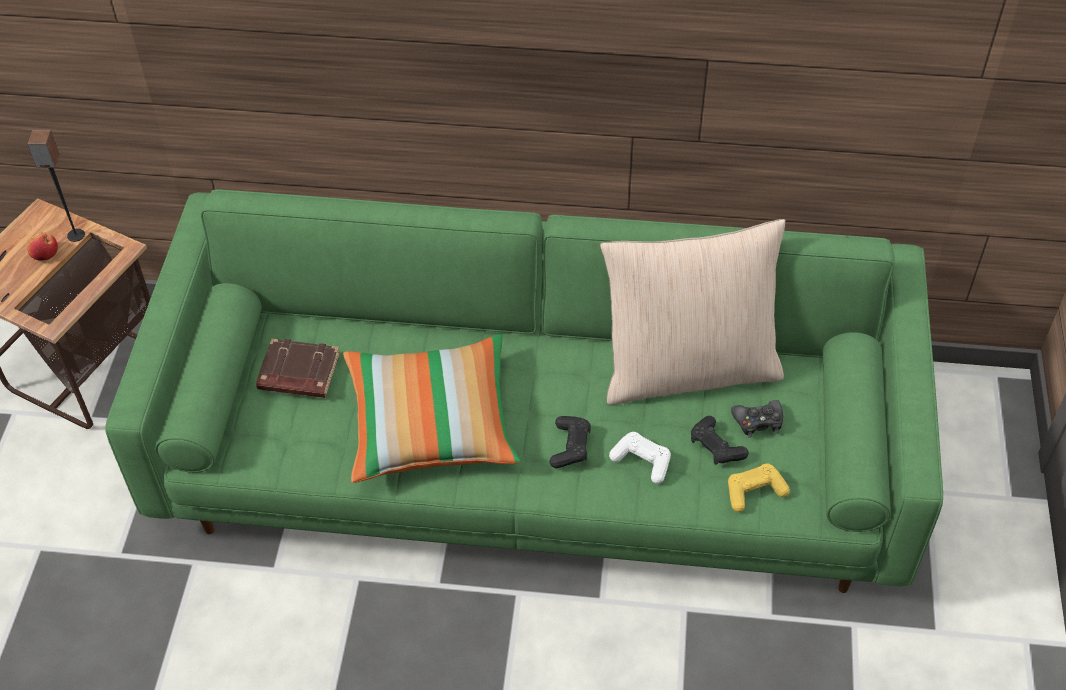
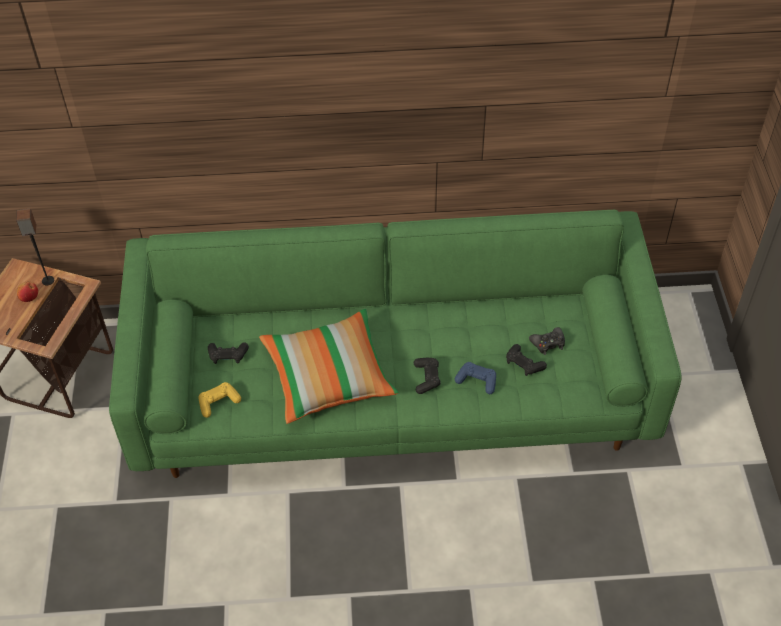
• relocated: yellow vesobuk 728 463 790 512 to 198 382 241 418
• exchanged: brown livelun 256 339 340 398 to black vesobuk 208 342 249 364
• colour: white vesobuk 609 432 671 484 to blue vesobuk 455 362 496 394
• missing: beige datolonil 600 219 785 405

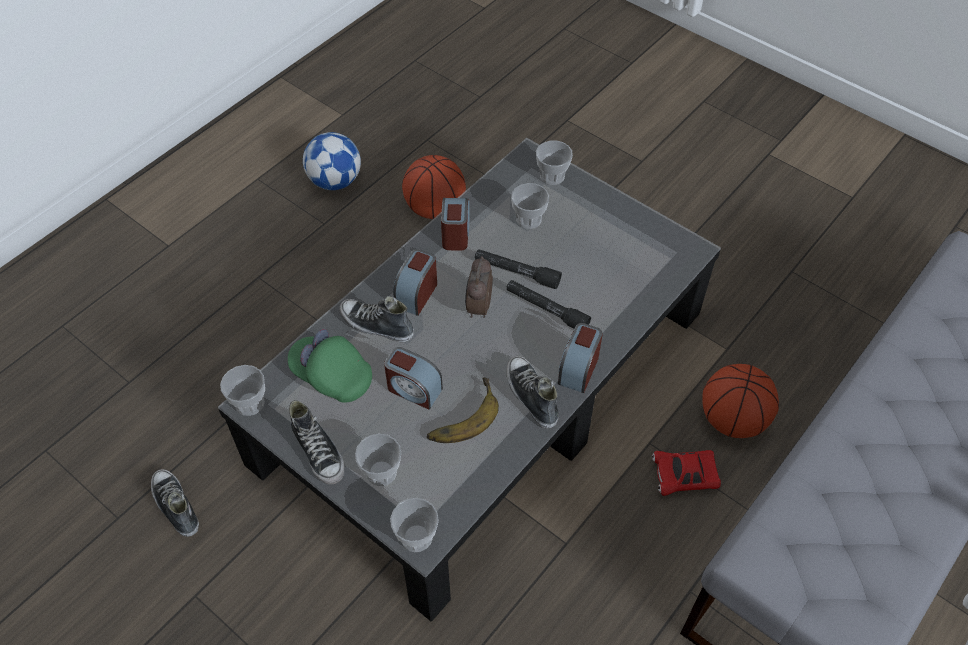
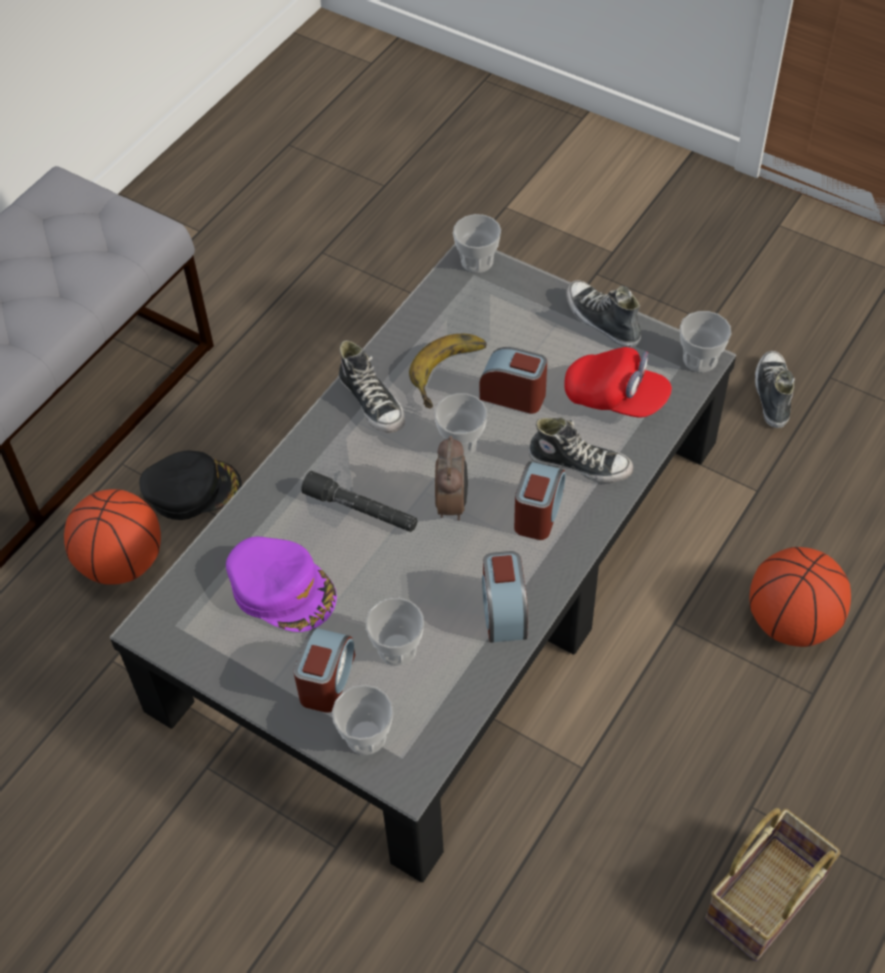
• exchanged: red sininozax 652 450 721 496 to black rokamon 139 451 242 520
• appeared: purple rokamon 226 536 337 632
• relocated: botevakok 558 323 603 393 to 294 628 355 713
• relocated: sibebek 355 434 401 486 to 434 393 487 456
• colour: green rokamon 288 329 372 403 to red rokamon 564 347 672 417
• exchanged: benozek 303 132 361 190 to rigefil 705 808 841 961
• relocated: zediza 402 155 466 219 to 749 547 851 647
• spun: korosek 151 469 199 537 = 755 351 795 428 135 degrees counterclockwise
• missing: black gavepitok 475 249 562 289

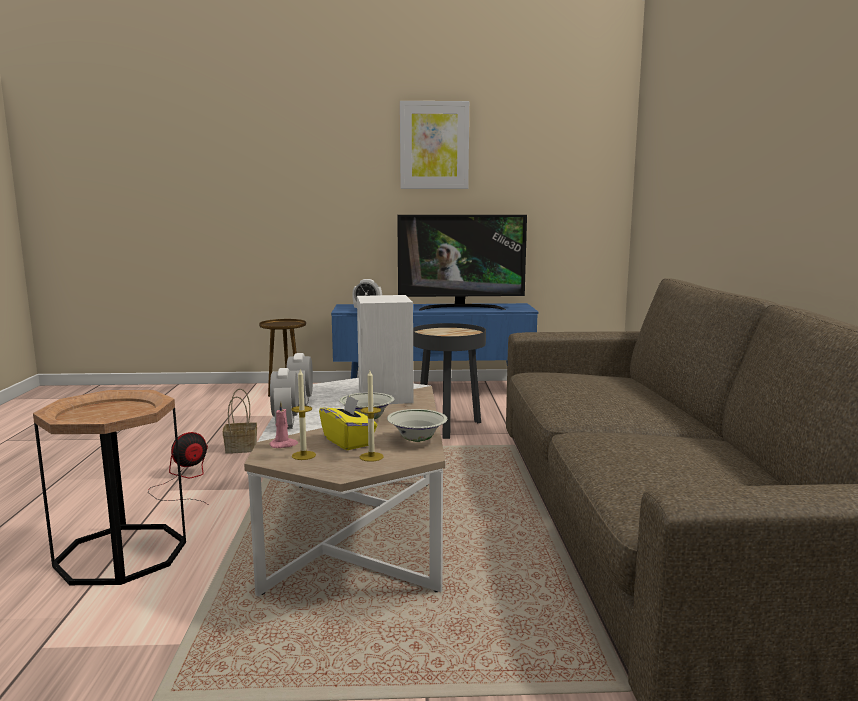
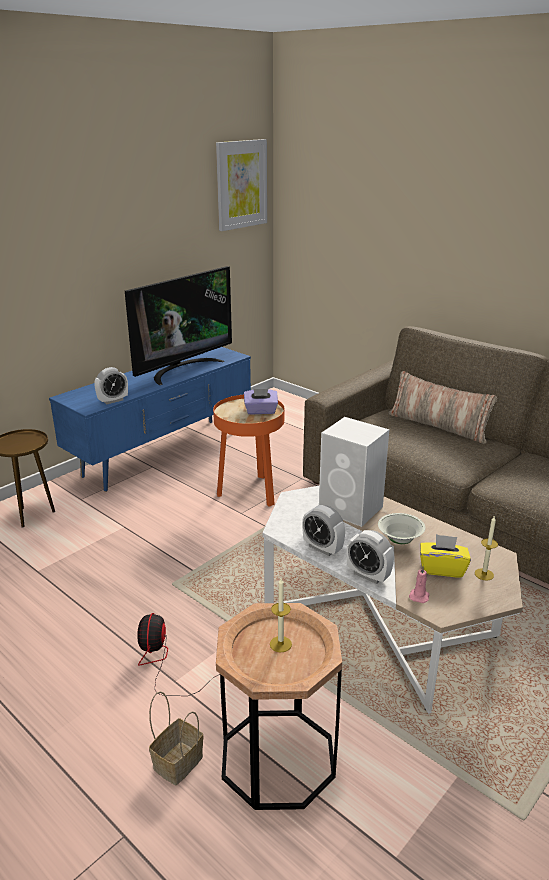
• relocated: rigefil 223 389 257 454 to 149 691 203 785
• colour: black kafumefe 413 323 486 439 to orange kafumefe 213 395 284 507
• relocated: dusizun 400 101 469 189 to 216 139 267 231
• appeared: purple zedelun 244 389 278 414
• relocated: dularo 291 369 316 460 to 270 578 292 652
• appeared: datolonil 389 371 497 444
• missing: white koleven 387 409 447 442

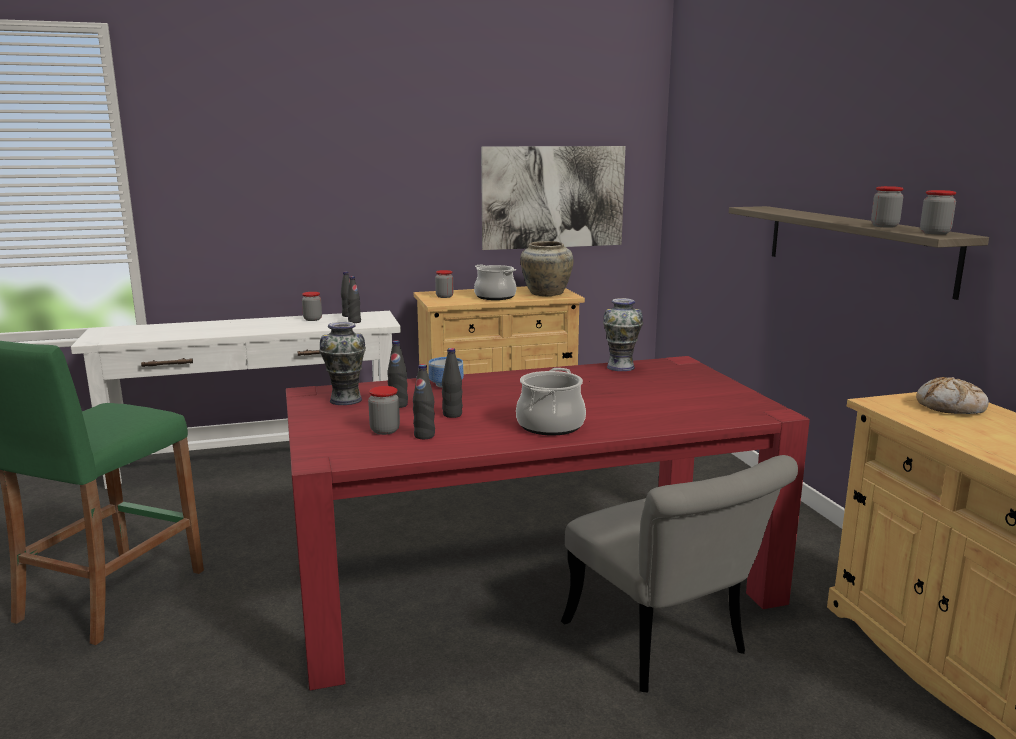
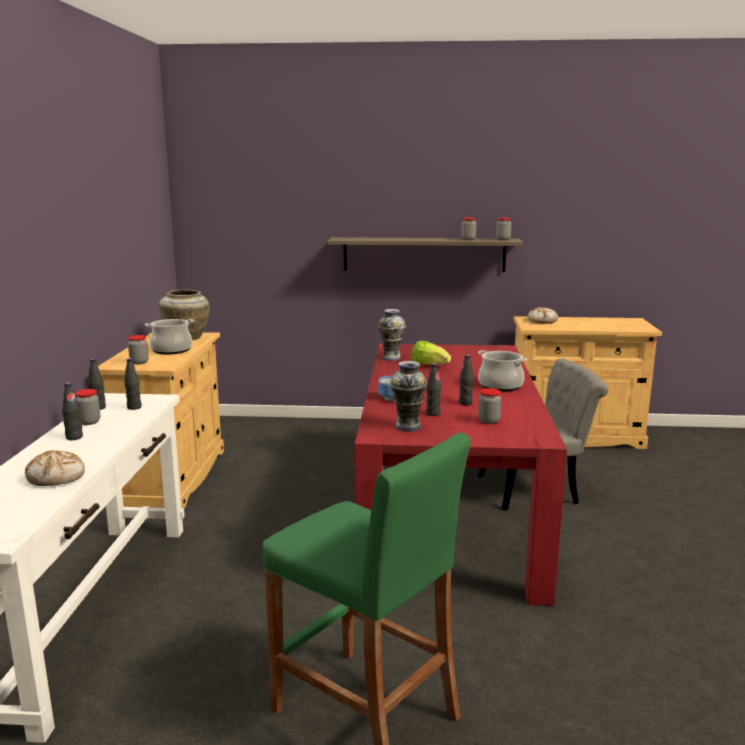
• appeared: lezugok 25 450 85 486
• relocated: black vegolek 413 364 435 439 to 62 382 83 440
• appeared: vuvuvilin 411 341 451 365
• missing: dusizun 481 146 626 250

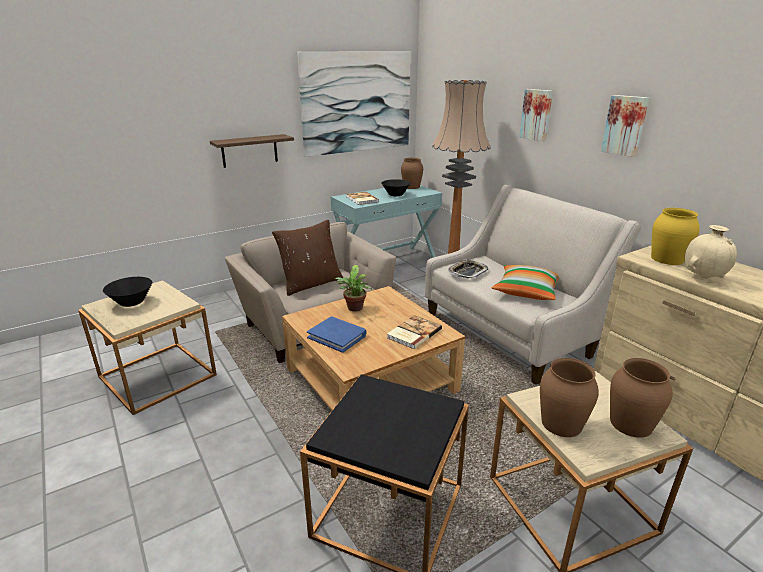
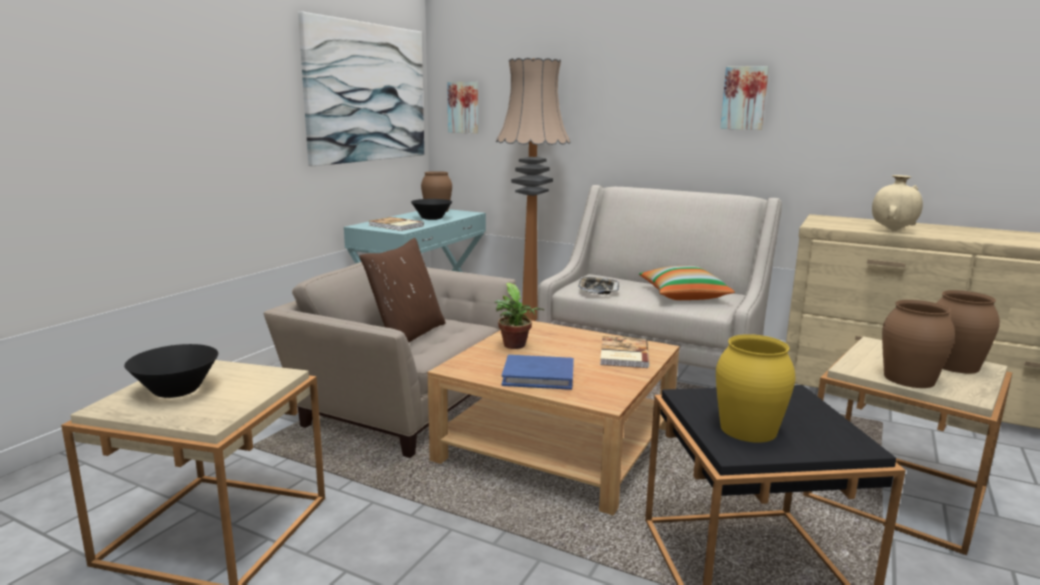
• relocated: dusizun 519 89 553 142 to 447 82 478 134
• relocated: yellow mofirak 651 208 700 265 to 716 334 795 443
• missing: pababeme 210 134 294 168

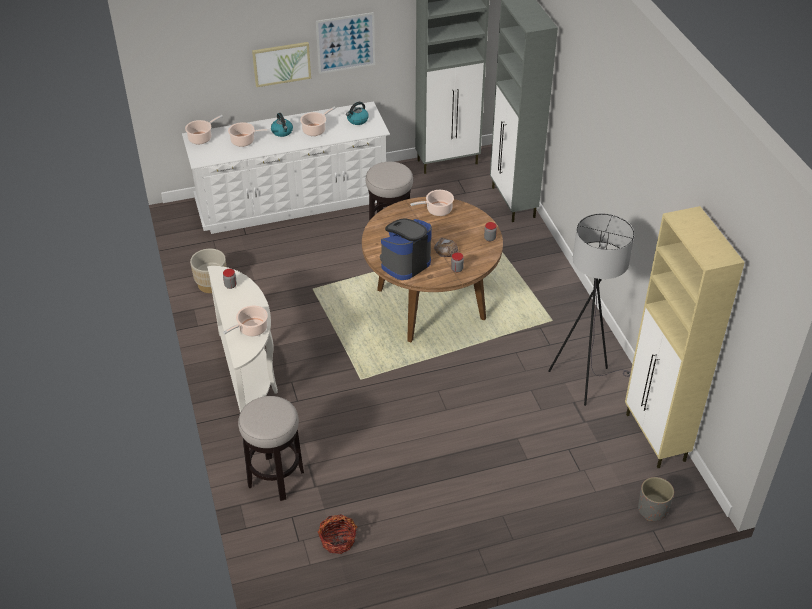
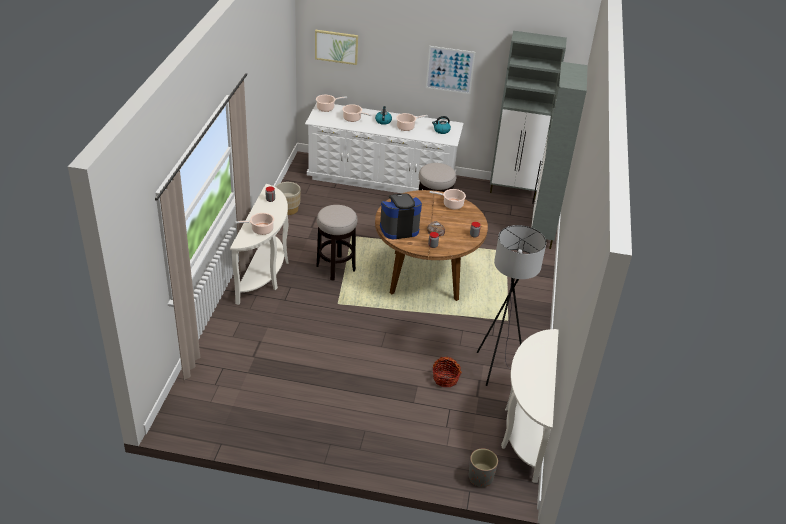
• relocated: dusizun 252 42 311 87 to 315 30 358 65
• relocated: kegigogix 238 396 304 501 to 316 205 358 281
• relocated: rigefil 318 514 357 554 to 433 357 462 387
• exchanged: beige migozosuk 625 206 745 468 to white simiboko 501 329 559 483

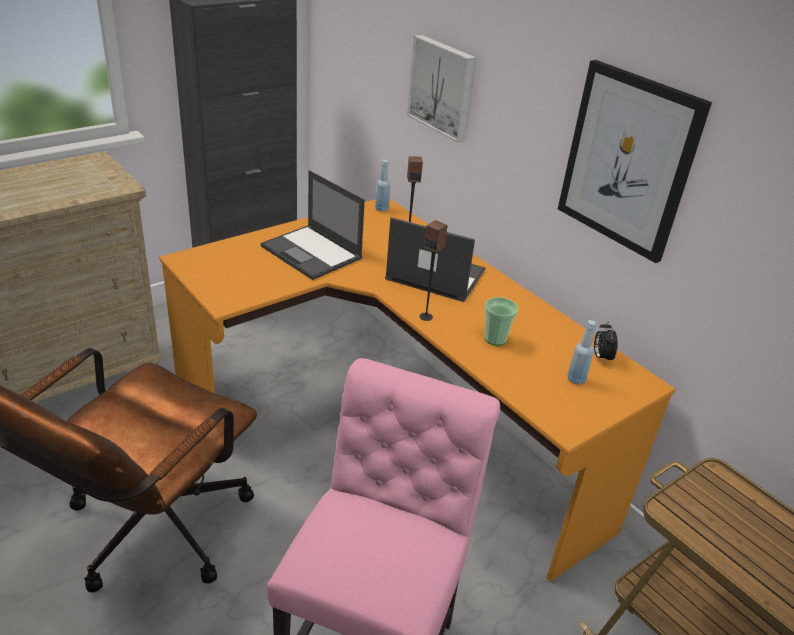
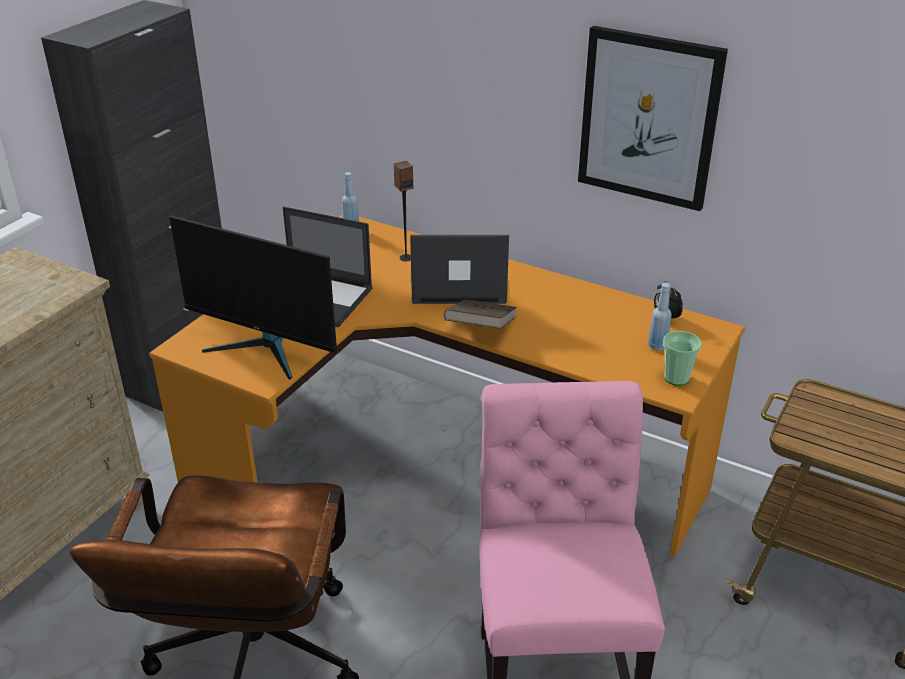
• appeared: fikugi 169 216 337 380
• exchanged: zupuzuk 419 220 448 321 to brown livelun 444 299 517 329
• relocated: sibebek 484 297 518 346 to 663 331 701 386
• missing: dusizun 407 35 476 143

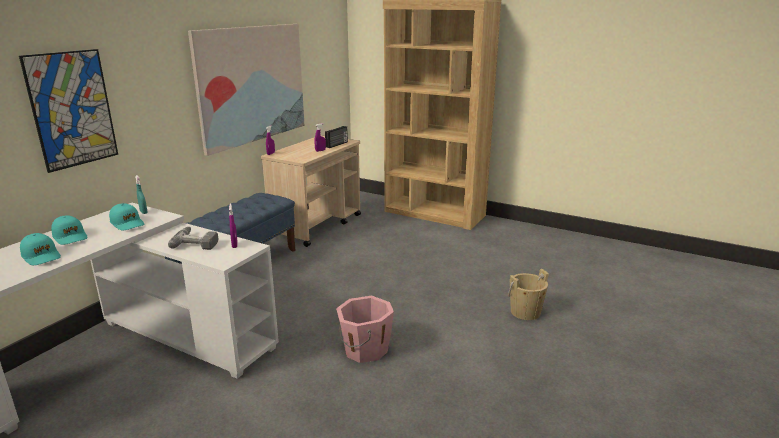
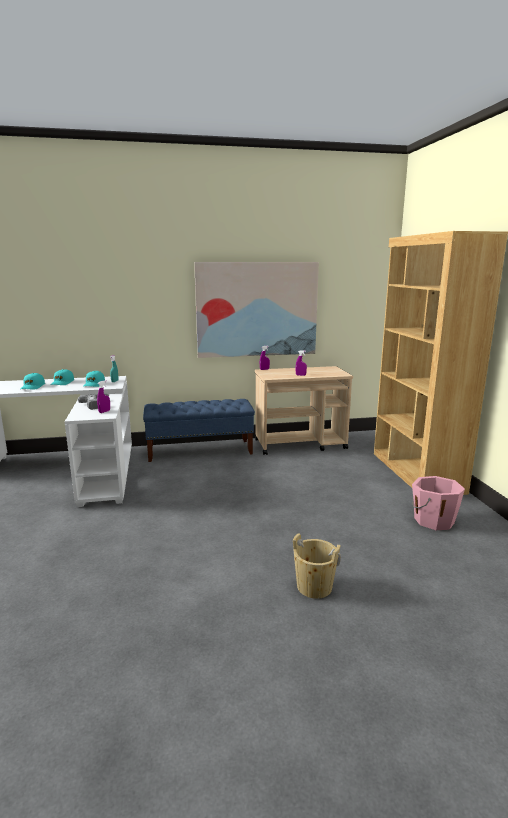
• relocated: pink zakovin 336 296 394 363 to 412 476 465 530
• missing: dusizun 19 49 118 173
• missing: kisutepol 325 126 348 148

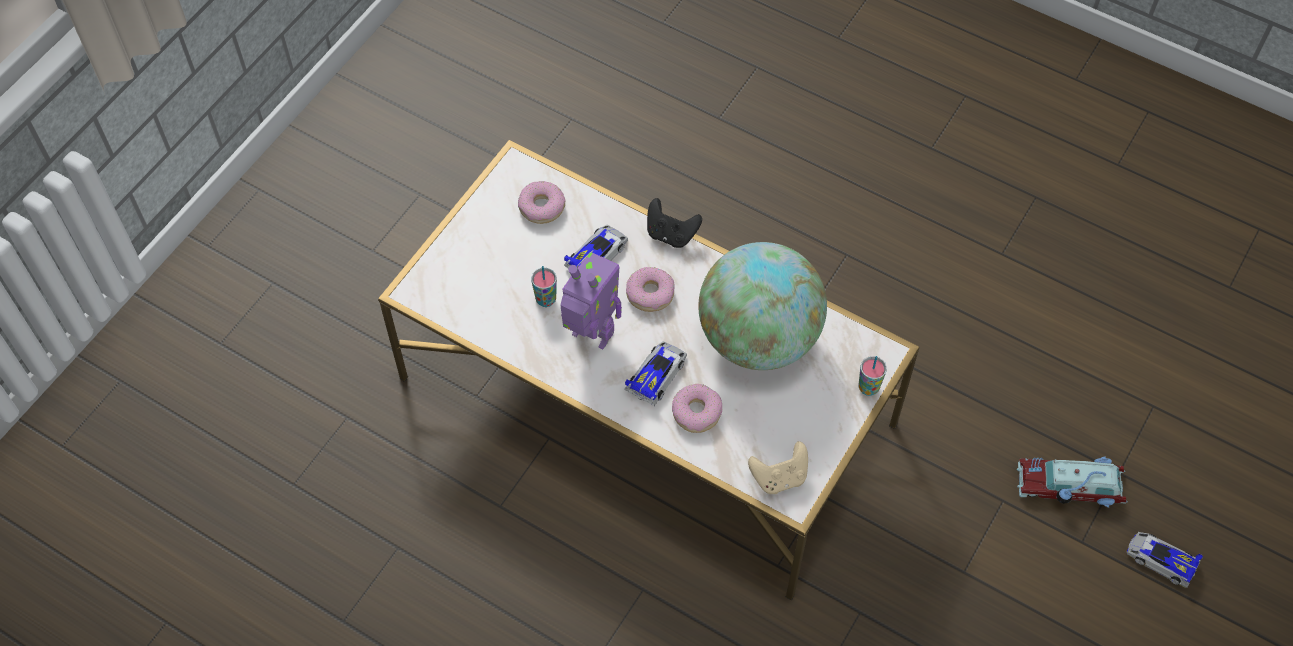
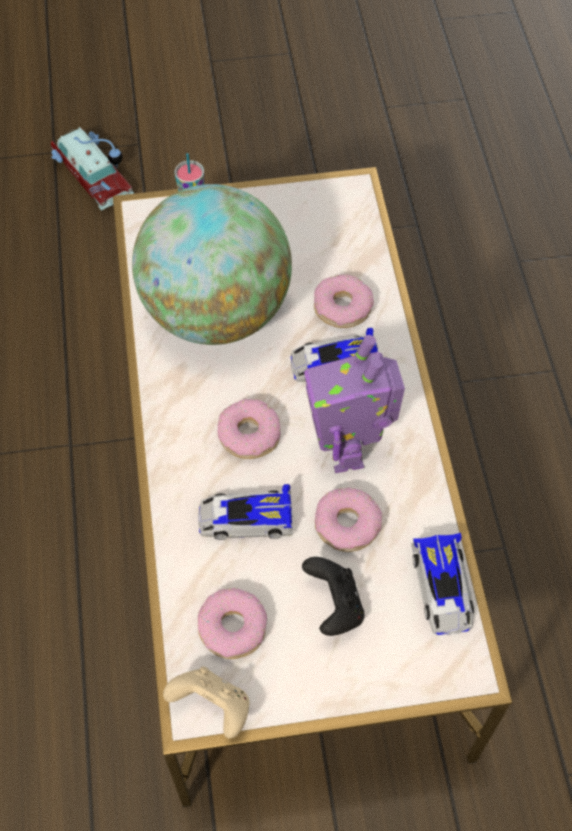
• relocated: beige vesobuk 748 441 808 494 to 163 666 250 738
• relocated: black vesobuk 647 198 702 248 to 302 557 364 636
• exchanged: sibebek 531 266 557 307 to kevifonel 315 488 382 552
• relocated: sininozax 1127 532 1203 588 to 411 533 474 635

